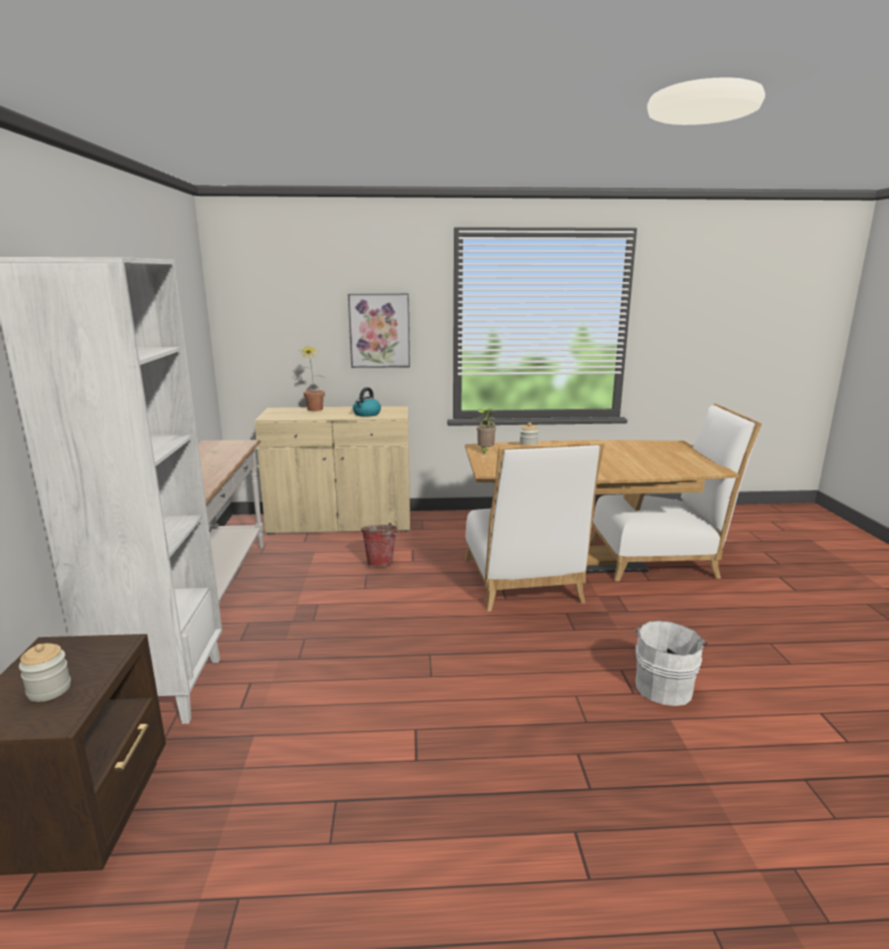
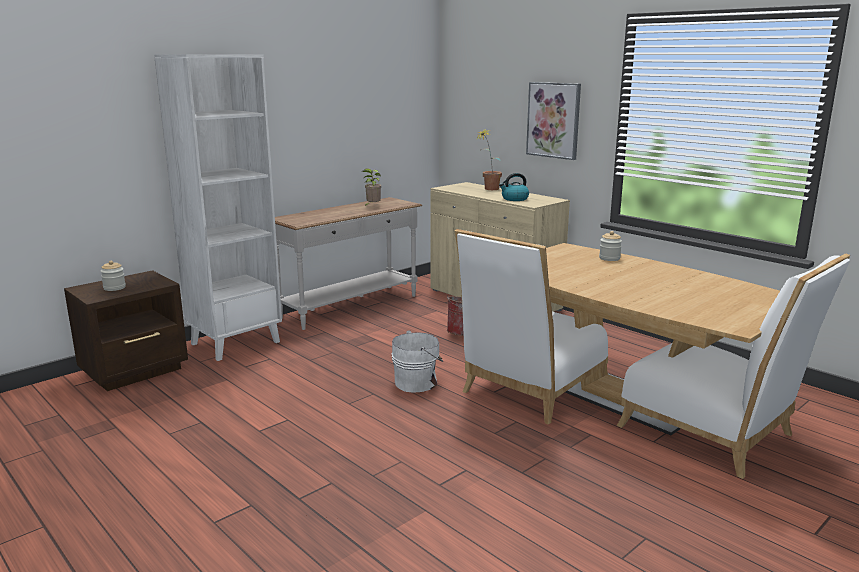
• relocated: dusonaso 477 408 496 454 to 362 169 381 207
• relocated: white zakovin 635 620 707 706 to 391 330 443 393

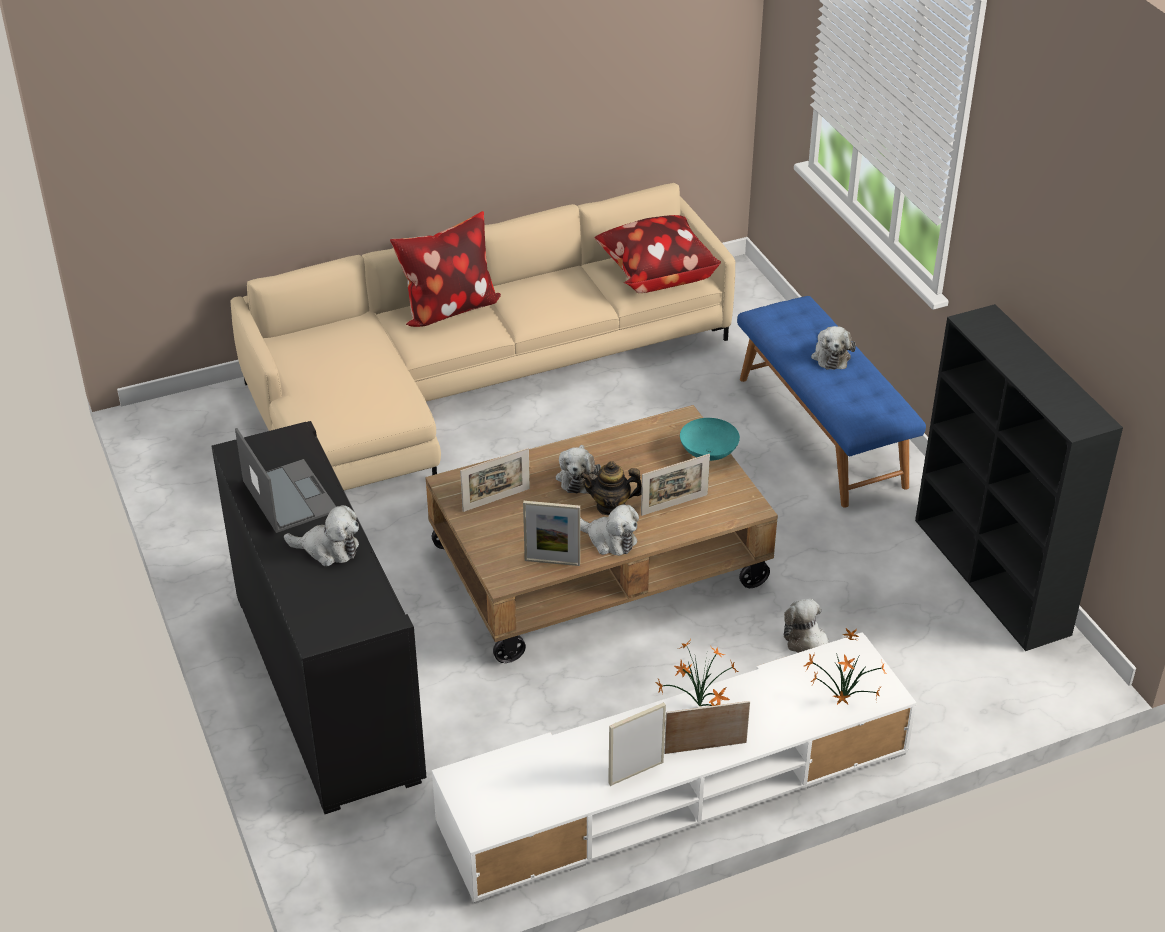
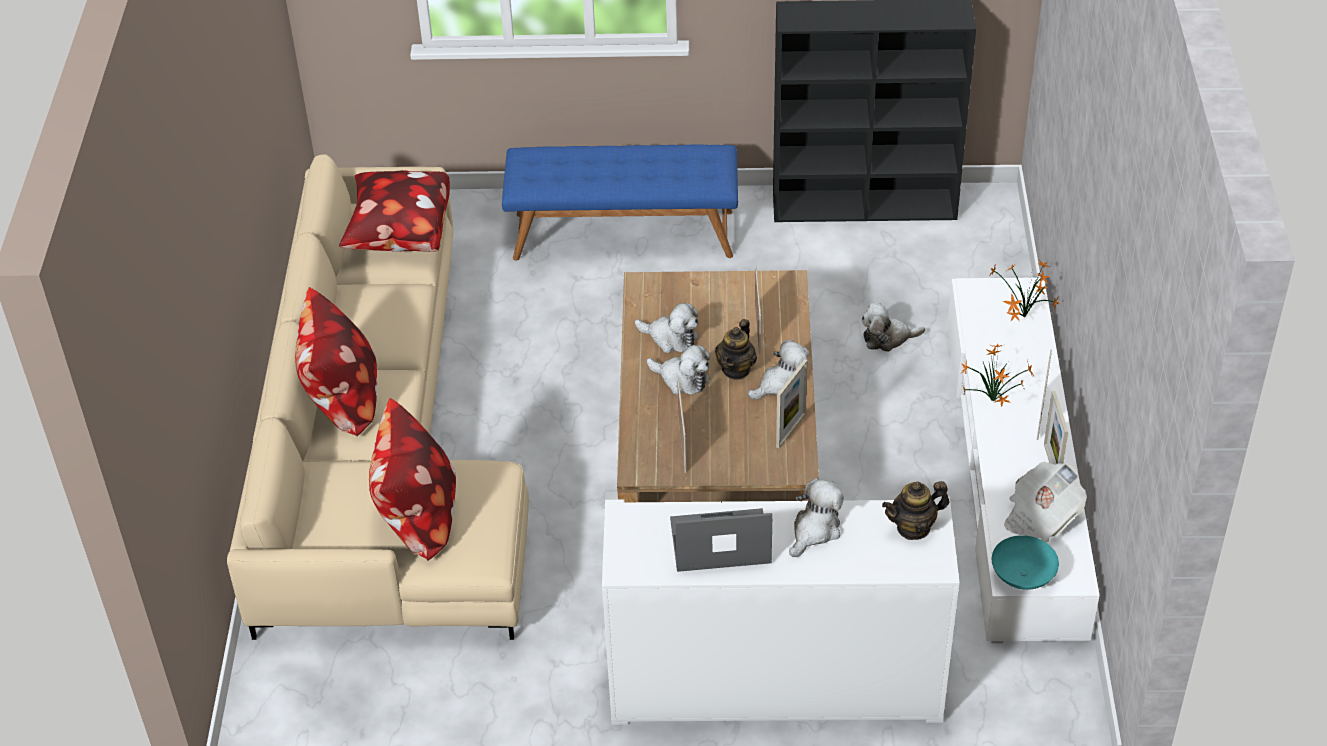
• appeared: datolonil 369 398 456 561
• colour: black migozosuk 212 421 427 814 to white migozosuk 602 497 960 725
• relocated: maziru 811 326 856 370 to 635 303 698 353
• appeared: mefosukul 882 481 950 540
• relocated: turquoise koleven 680 418 740 461 to 992 535 1059 590
• appeared: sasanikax 1004 462 1087 543

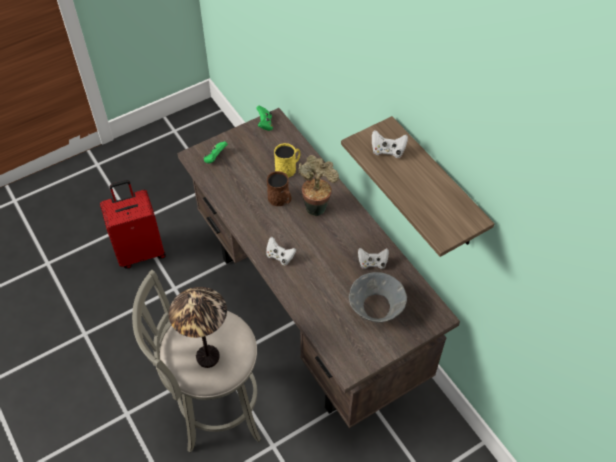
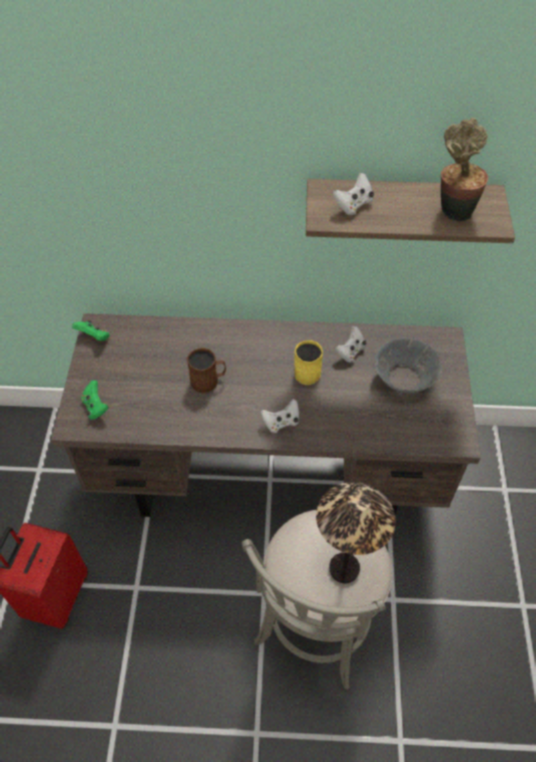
• relocated: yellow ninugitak 274 143 300 178 to 294 340 323 385
• relocated: dusonaso 299 155 339 216 to 441 118 488 222

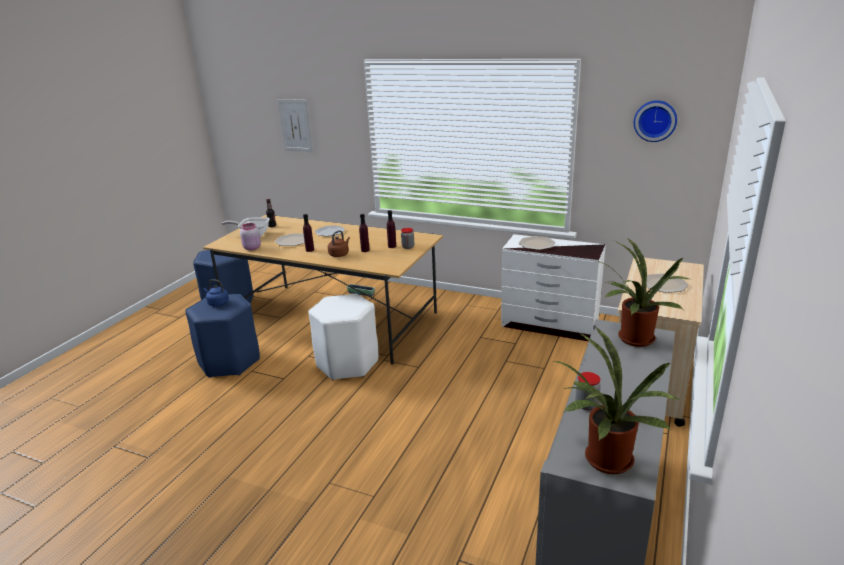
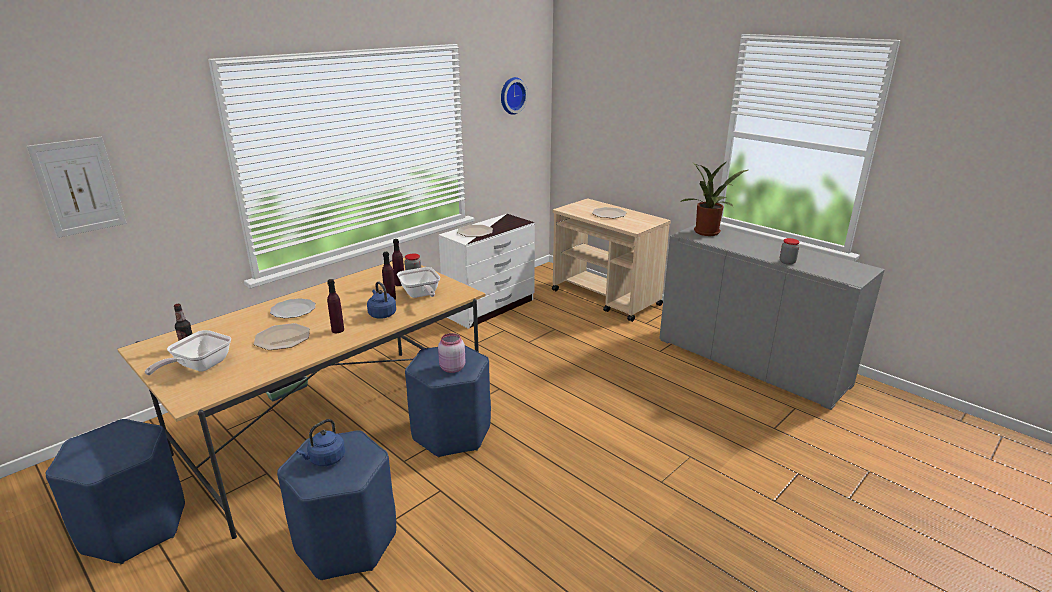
• colour: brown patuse 328 230 350 257 to blue patuse 367 281 396 319
• appeared: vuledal 397 267 440 298
• colour: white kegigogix 308 294 378 380 to blue kegigogix 405 345 491 457
• relocated: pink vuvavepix 240 223 261 250 to 438 333 465 373
• missing: dusonaso 553 326 680 474

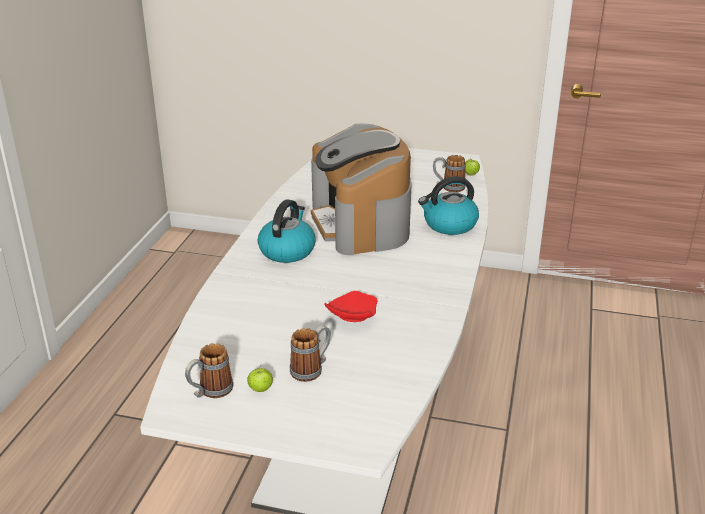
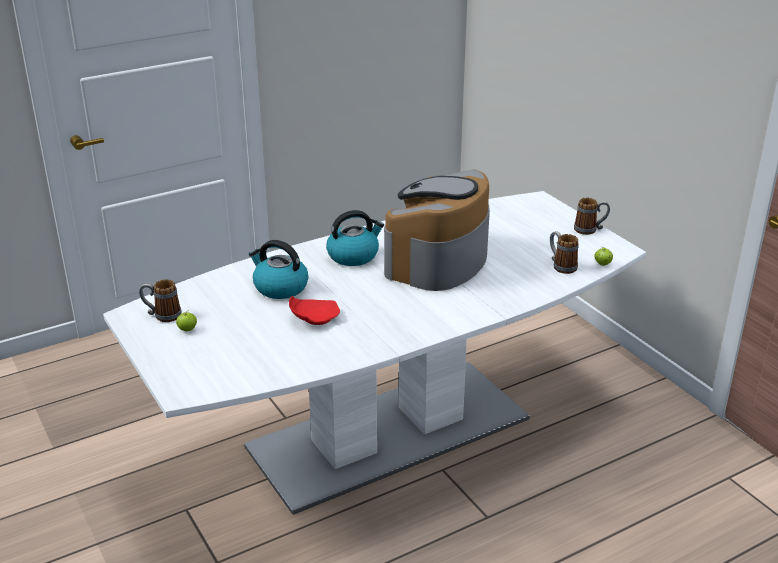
• relocated: patuse 418 176 479 235 to 249 240 309 299
• relocated: ninugitak 290 325 331 382 to 574 198 610 235

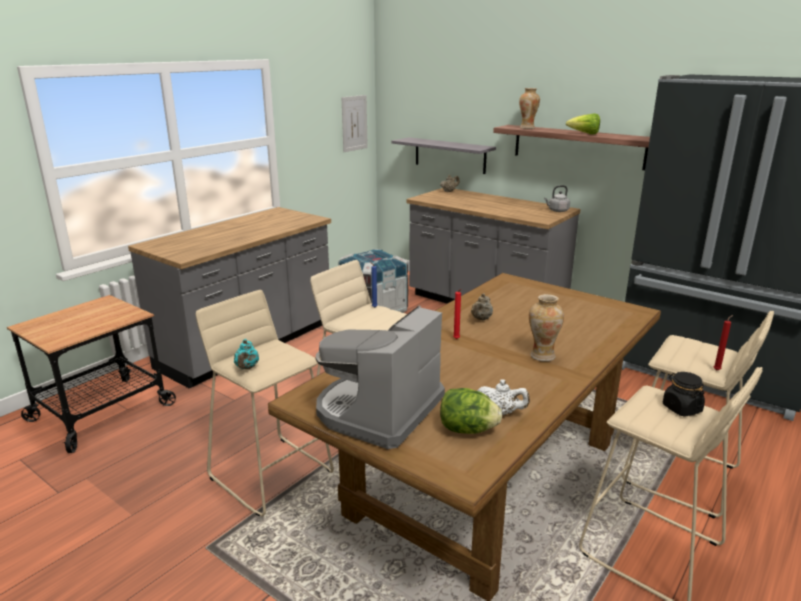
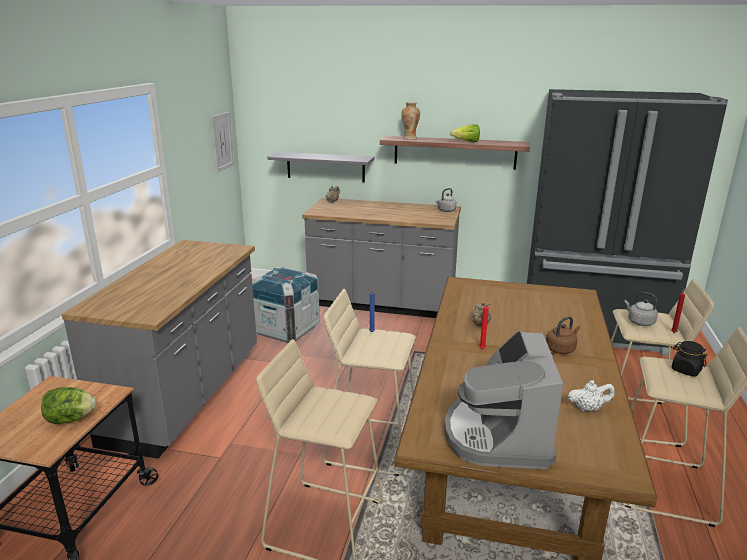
• relocated: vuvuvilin 440 388 502 434 to 41 387 96 424
• exchanged: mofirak 529 294 564 362 to brown patuse 546 316 580 354
• appeared: grey patuse 624 292 658 326
• missing: turquoise mefosukul 234 339 259 369

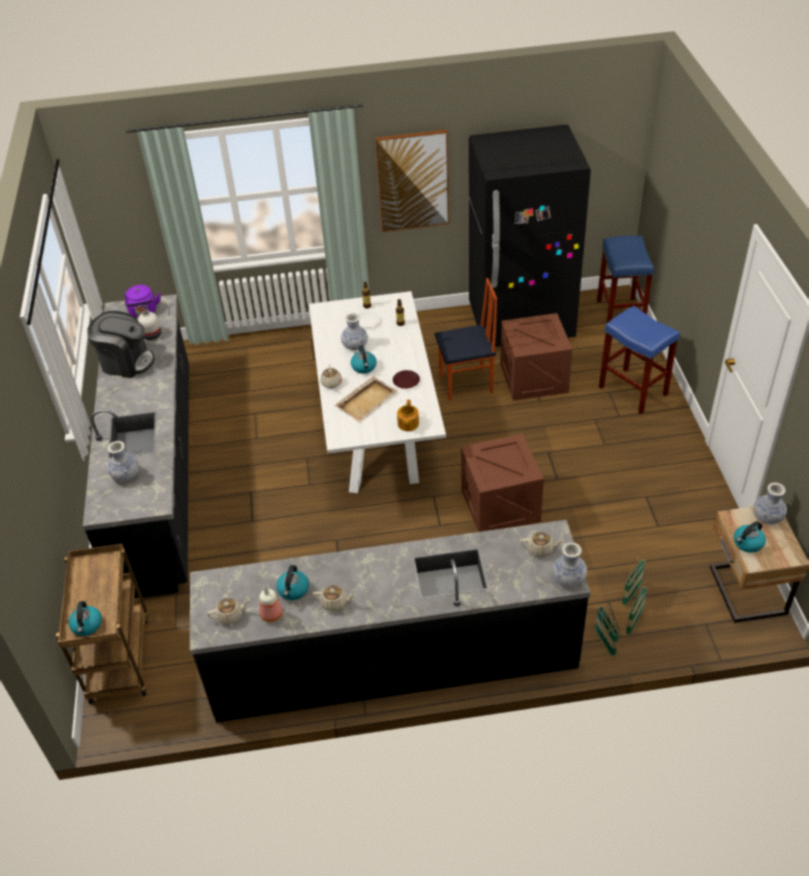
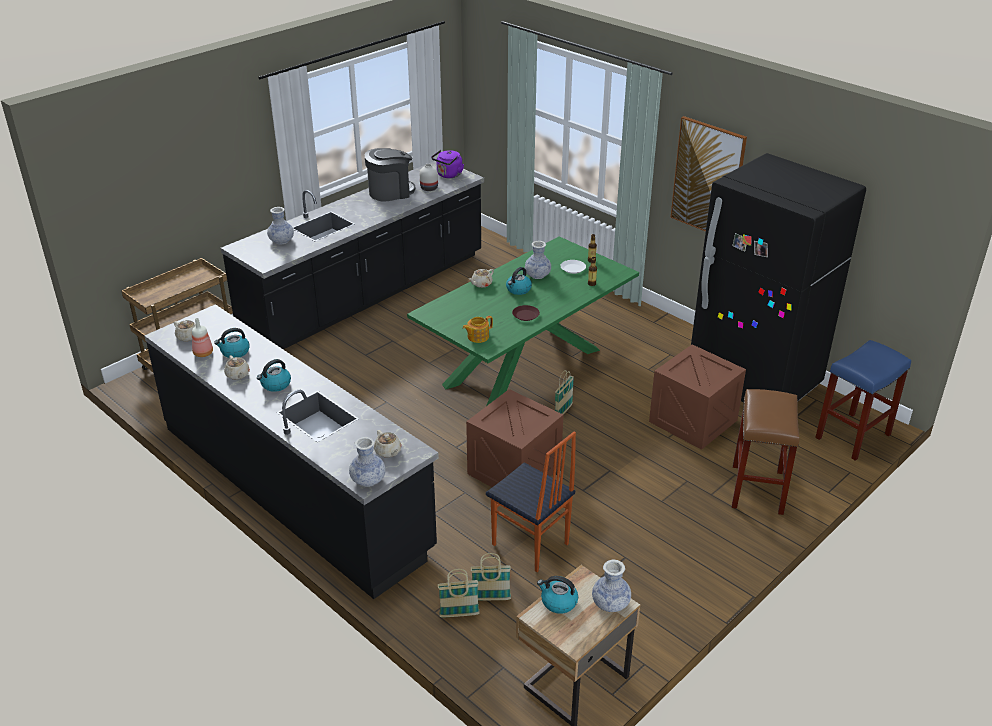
• relocated: patuse 69 601 102 636 to 257 359 291 392
• spun: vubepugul 87 311 155 378 = 365 148 415 202 90 degrees counterclockwise
• colour: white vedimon 309 291 446 493 to green vedimon 407 236 639 406
• relocated: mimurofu 435 278 497 401 to 486 431 576 572
• relocated: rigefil 594 606 620 657 to 555 370 574 414
• colour: blue kegigogix 599 306 680 414 to brown kegigogix 732 389 799 515
• missing: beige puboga 334 376 398 422

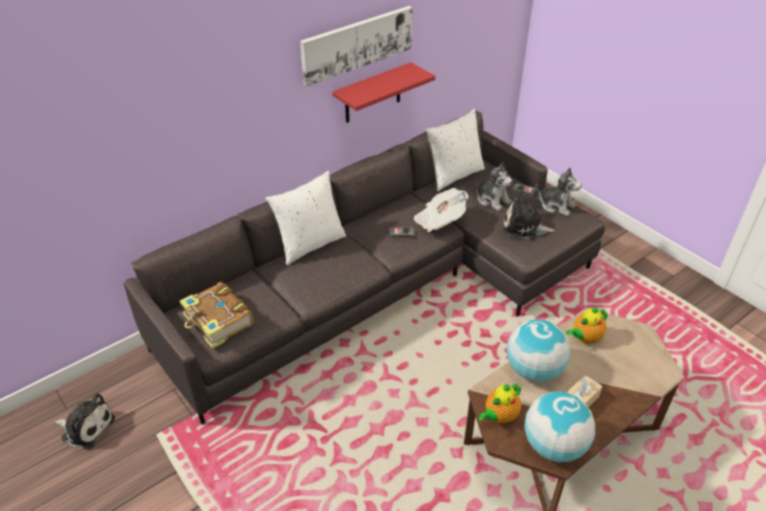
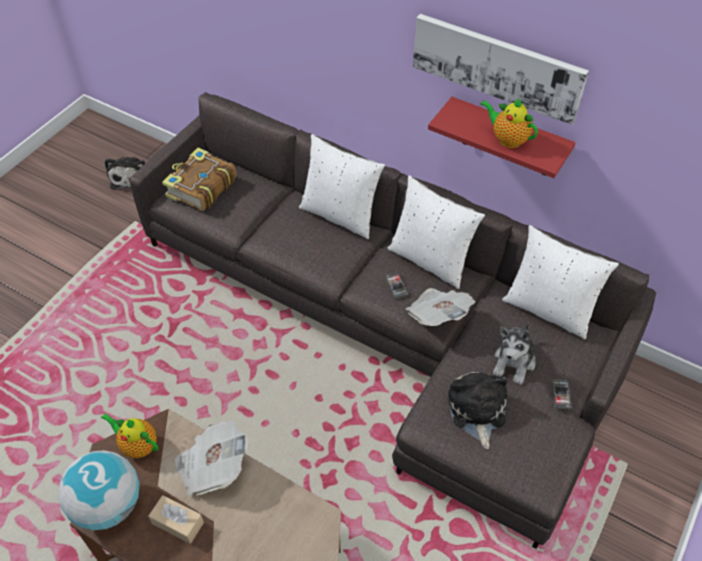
• exchanged: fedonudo 507 319 570 382 to sasanikax 174 421 249 496
• appeared: white datolonil 388 175 485 289
• relocated: mefosukul 566 307 608 344 to 481 99 538 148
• missing: maziru 536 167 582 216

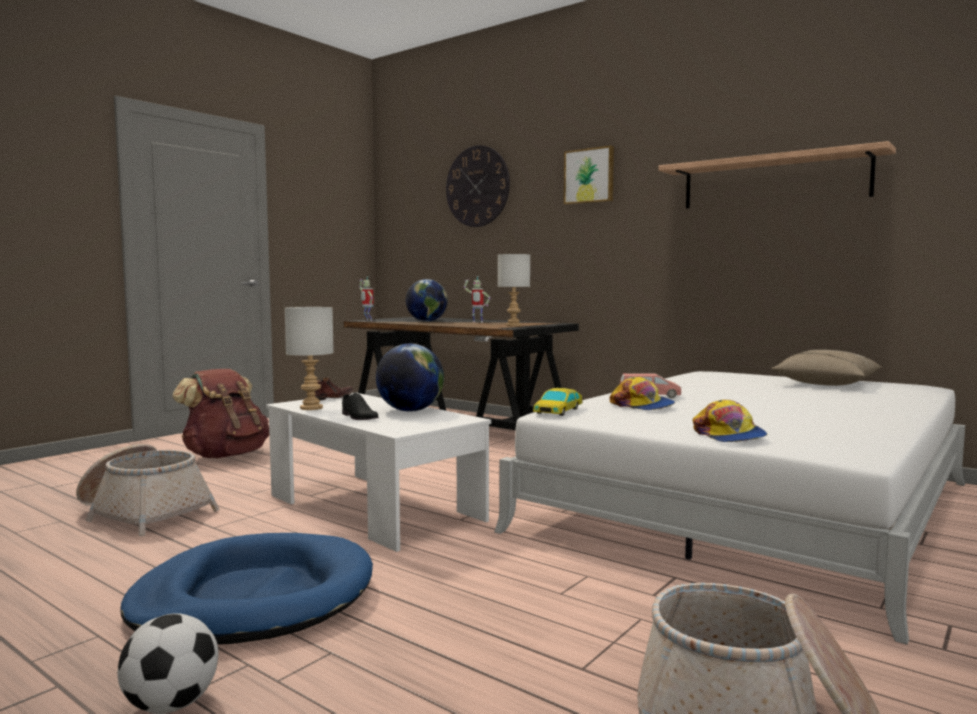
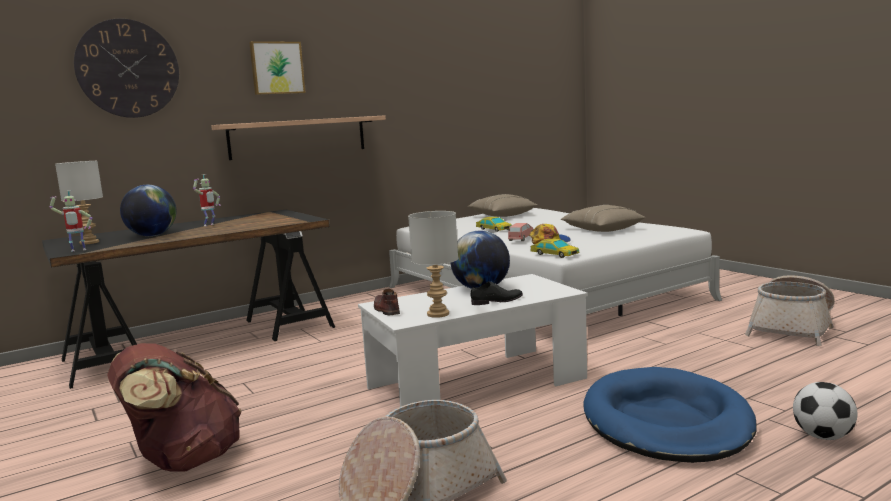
• relocated: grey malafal 498 254 530 326 to 55 161 103 245
• relocated: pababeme 658 141 896 209 to 211 115 386 160
• appeared: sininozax 476 217 512 232
• appeared: beige datolonil 561 205 646 232
• missing: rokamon 692 400 767 442

